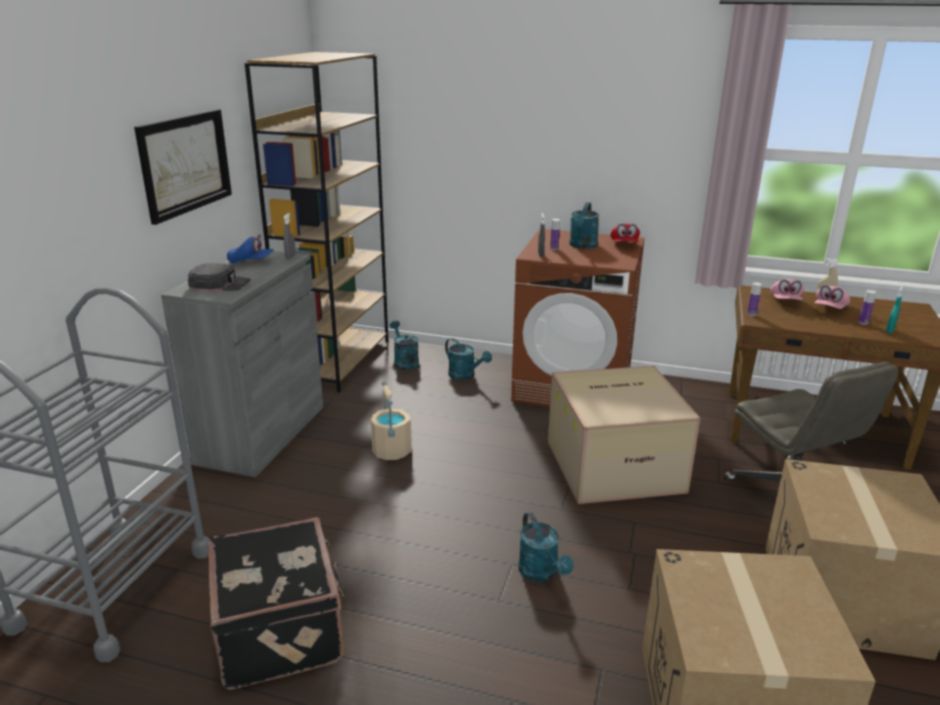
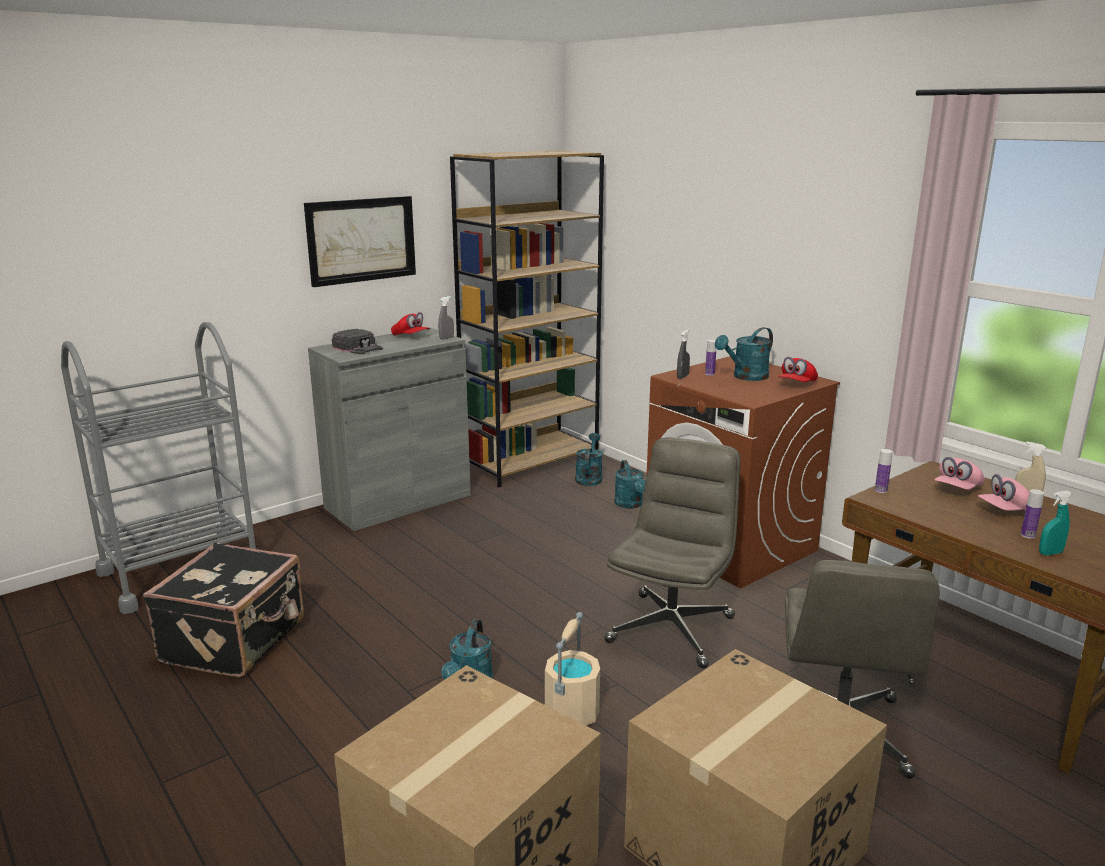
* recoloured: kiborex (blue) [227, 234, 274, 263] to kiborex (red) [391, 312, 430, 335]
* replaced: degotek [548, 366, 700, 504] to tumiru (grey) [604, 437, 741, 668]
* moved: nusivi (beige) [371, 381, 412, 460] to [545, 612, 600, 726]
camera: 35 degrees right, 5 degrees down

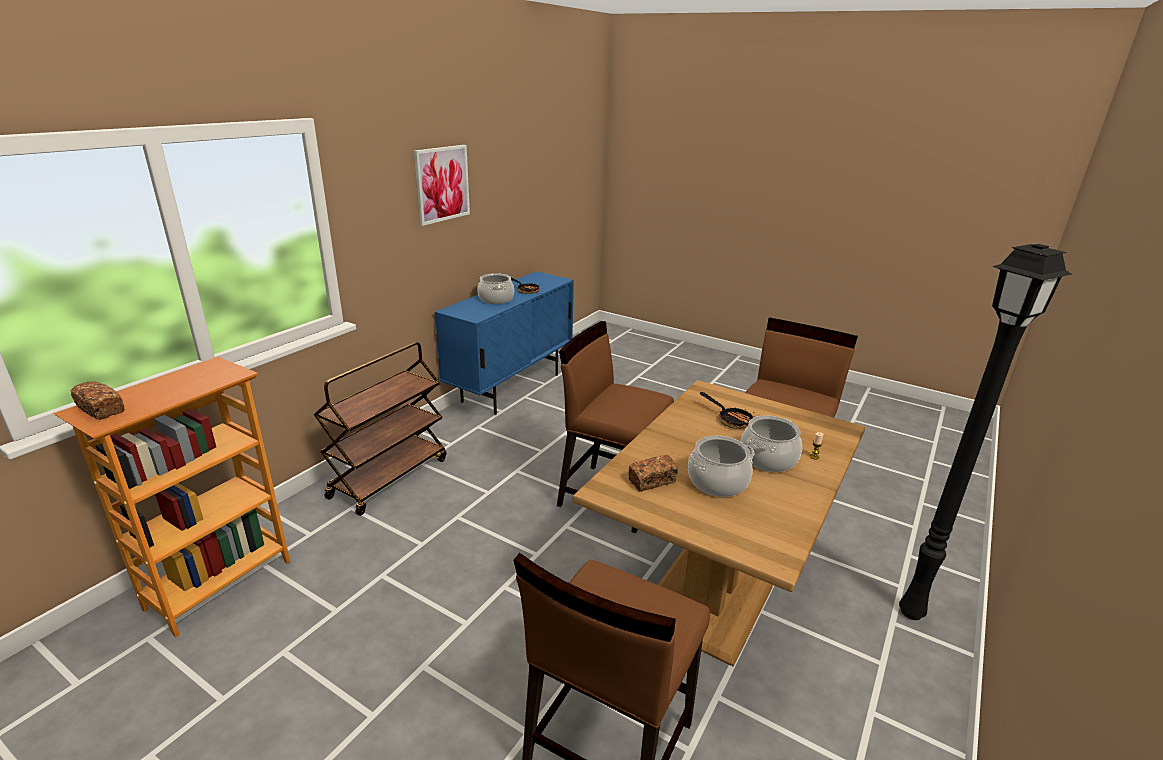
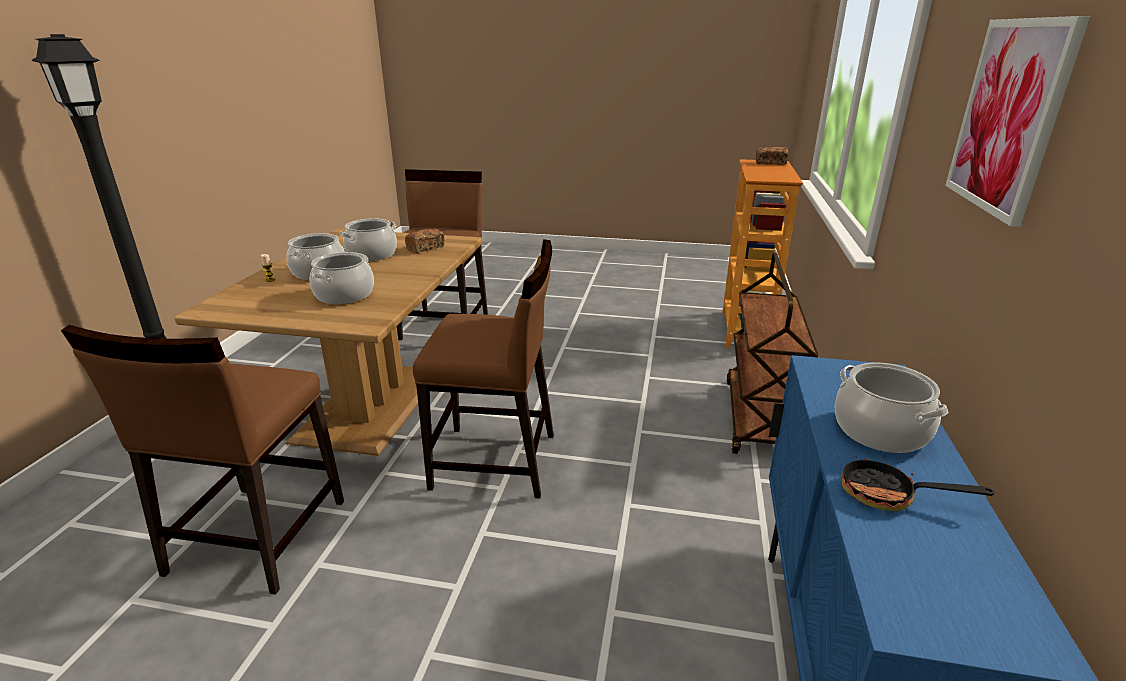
* replaced: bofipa [700, 392, 755, 429] to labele [310, 252, 374, 304]
camera: 160 degrees right, 0 degrees up

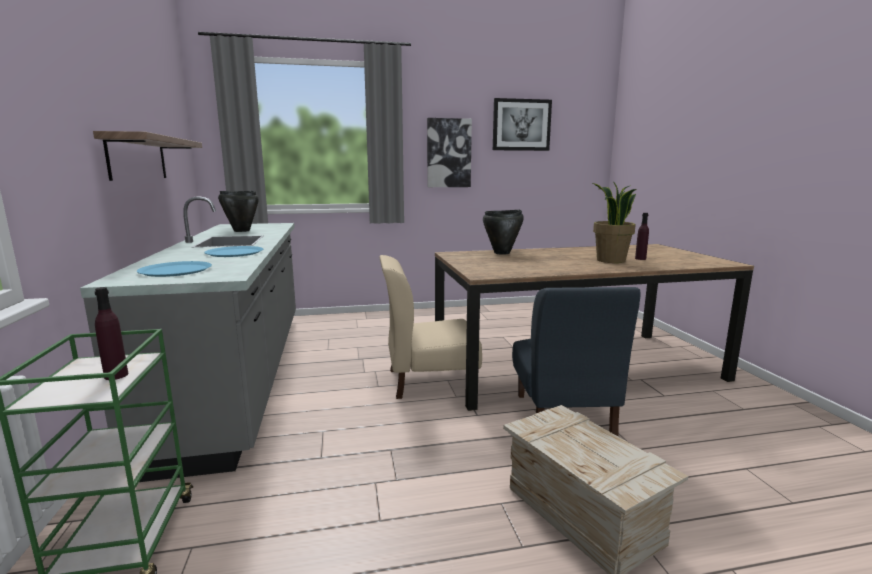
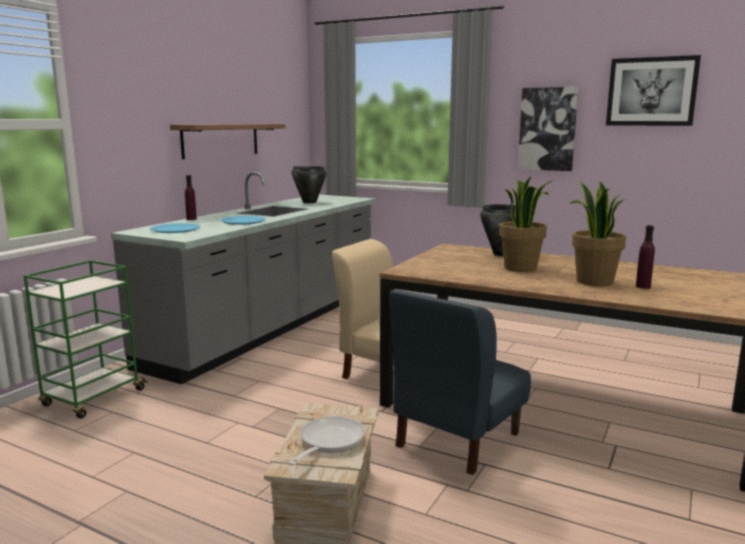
* moved: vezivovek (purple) [95, 287, 128, 380] to [185, 175, 197, 220]
* added: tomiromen [499, 177, 553, 272]
* added: bofipa [289, 416, 365, 466]
camera: 40 degrees right, 0 degrees up

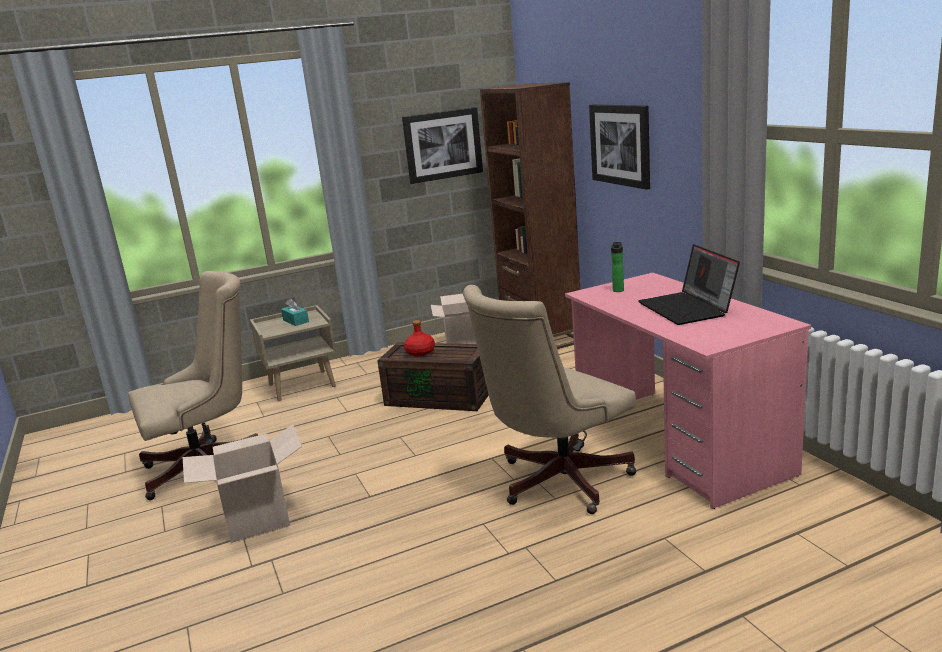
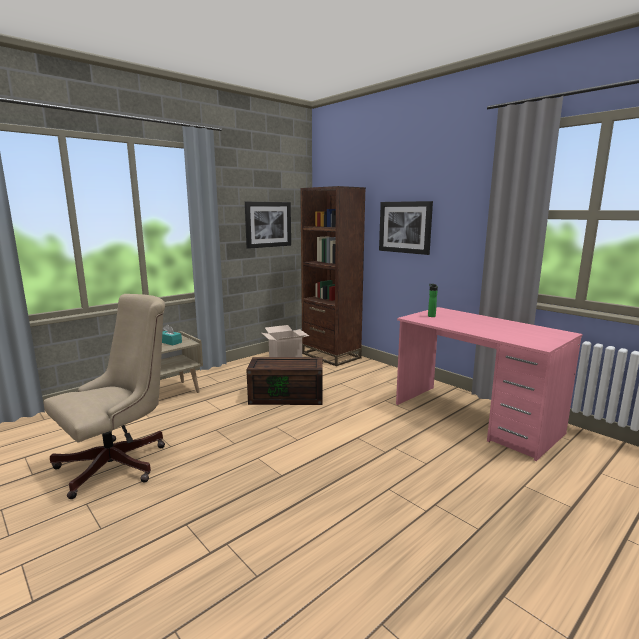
* removed: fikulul [638, 244, 740, 325]
* removed: tumiru (beige) [463, 285, 637, 514]
* removed: vezivovek (red) [404, 320, 435, 356]
* removed: degotek [183, 424, 302, 543]
camera: 20 degrees left, 5 degrees down

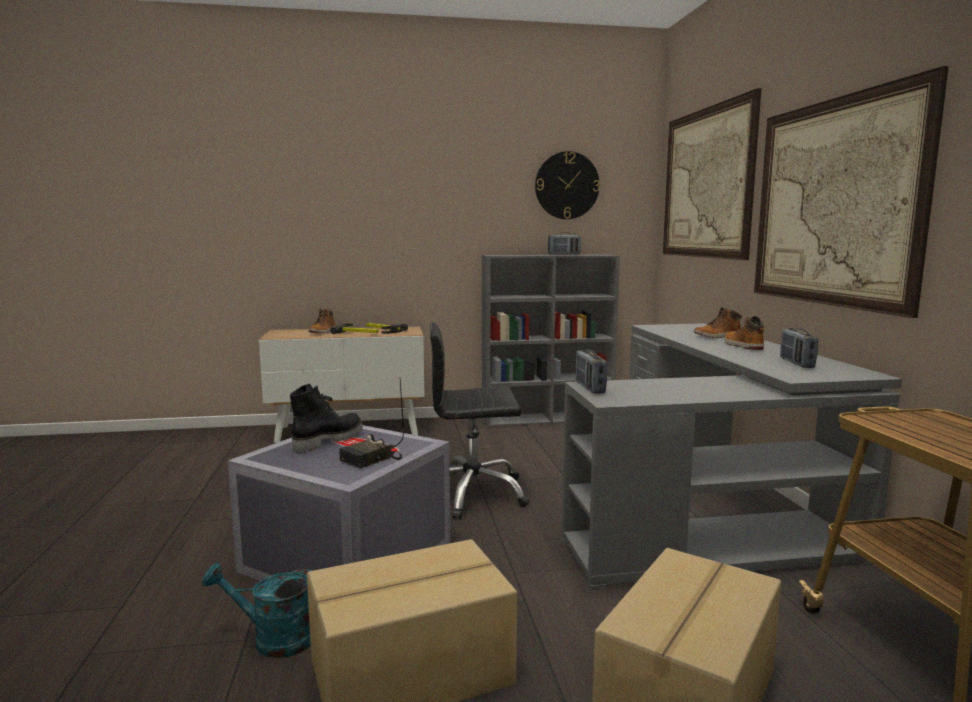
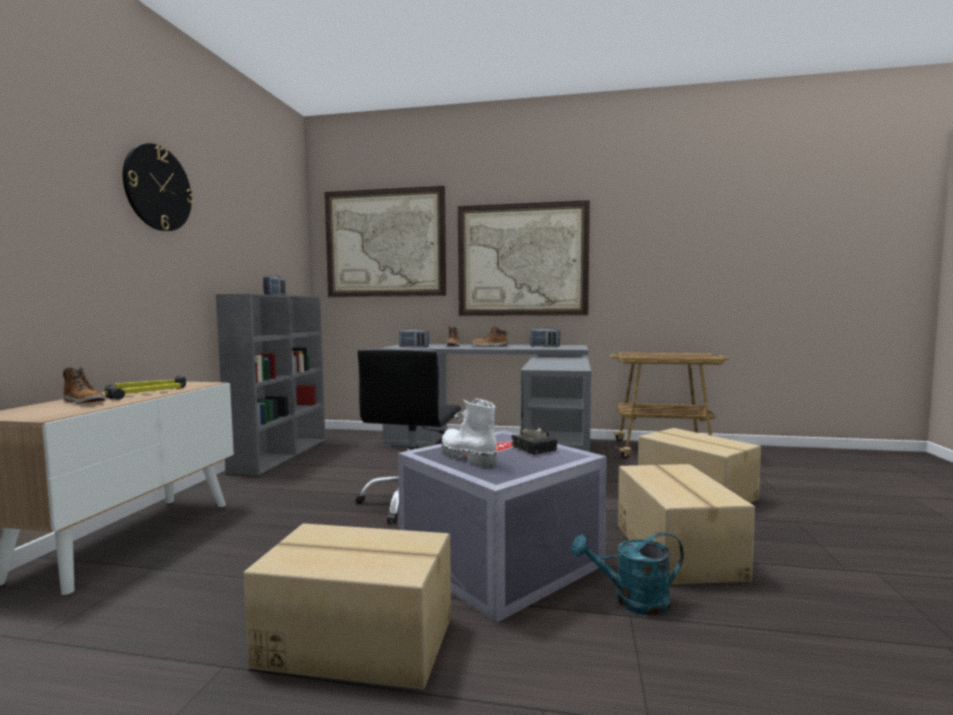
* moved: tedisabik [535, 151, 600, 219] to [123, 143, 194, 231]
* moved: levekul [576, 349, 607, 394] to [399, 328, 429, 348]
* recoloured: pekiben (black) [290, 383, 363, 453] to pekiben (white) [442, 398, 497, 468]
* turned: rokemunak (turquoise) [202, 563, 313, 658] = [571, 532, 684, 615] 60 degrees clockwise
* added: degotek [243, 523, 451, 690]
camera: 70 degrees left, 5 degrees down

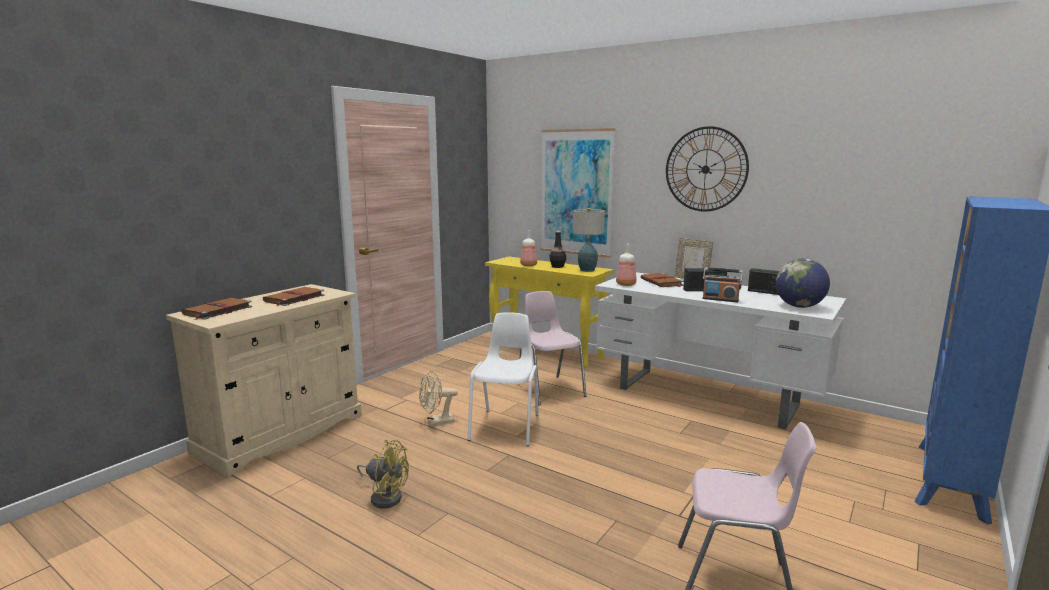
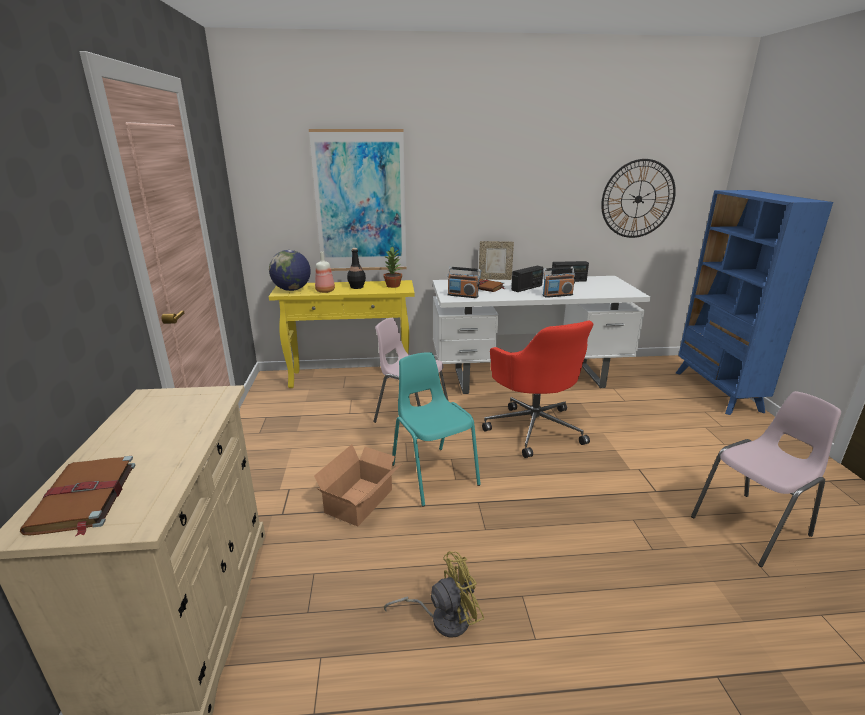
* moved: tedisabik [666, 126, 749, 212] to [601, 159, 676, 238]
* replaced: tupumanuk [573, 208, 605, 272] to tomiromen [383, 246, 402, 288]
* replaced: vezivovek [616, 244, 637, 286] to levekul [447, 267, 481, 298]
* moved: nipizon [776, 259, 830, 308] to [269, 250, 311, 291]
* removed: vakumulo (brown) [263, 287, 324, 306]
* recoloured: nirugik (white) [467, 312, 539, 446] to nirugik (turquoise) [392, 352, 481, 506]
* replaced: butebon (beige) [419, 371, 458, 426] to degotek [314, 444, 401, 526]
* added: tumiru (red) [482, 320, 593, 458]
camera: 40 degrees left, 10 degrees up

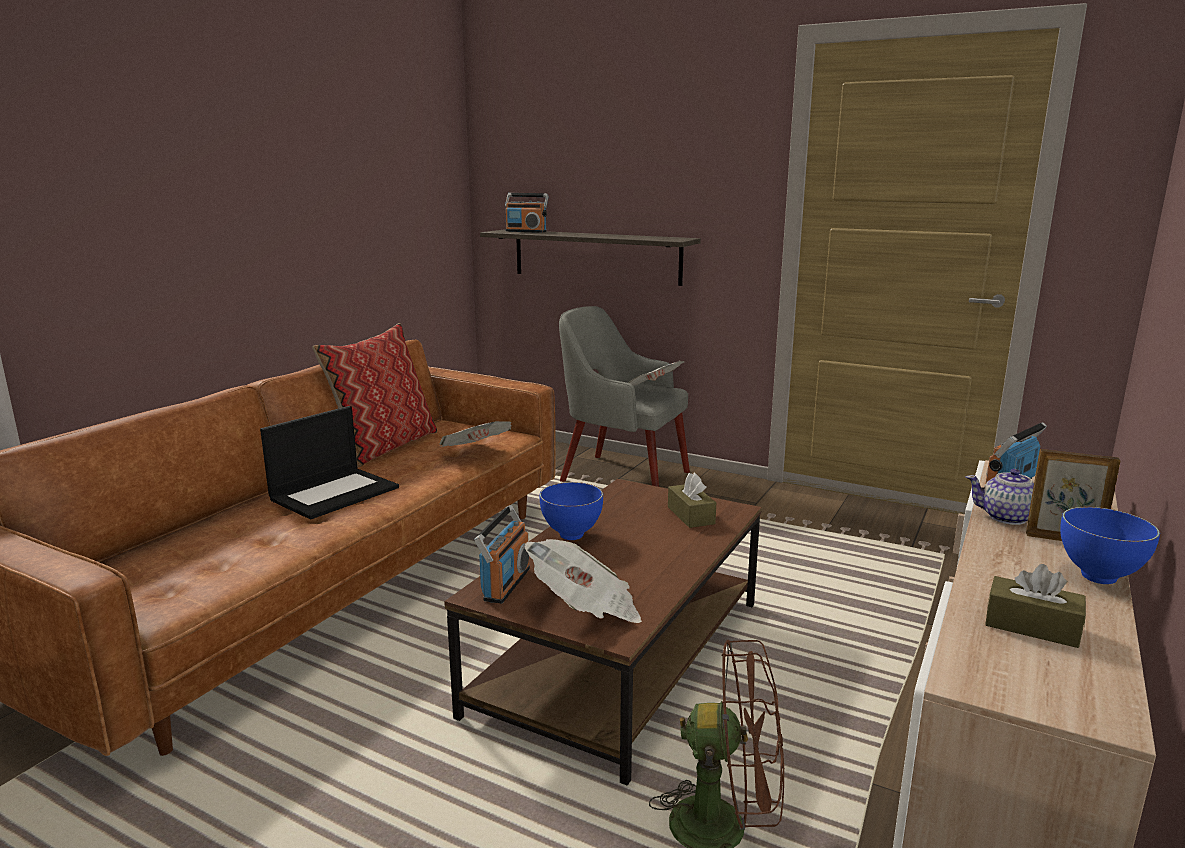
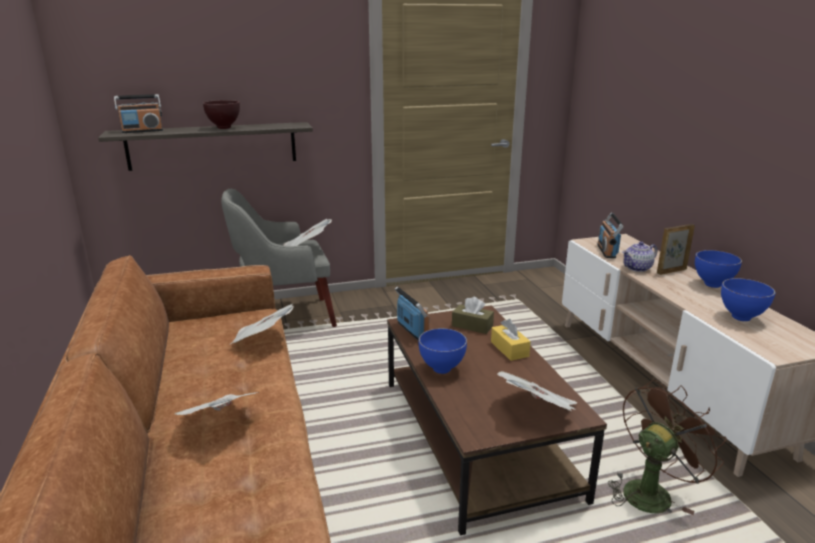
* removed: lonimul [312, 323, 437, 468]
* replaced: fikulul [260, 406, 399, 519] to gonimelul [175, 392, 259, 415]
* moved: levekul [474, 505, 530, 604] to [395, 286, 429, 341]
* replaced: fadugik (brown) [985, 564, 1086, 648] to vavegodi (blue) [721, 278, 776, 321]
* added: vavegodi (brown) [203, 100, 240, 129]
* added: fadugik (yellow) [491, 319, 531, 361]
camera: 45 degrees left, 5 degrees up

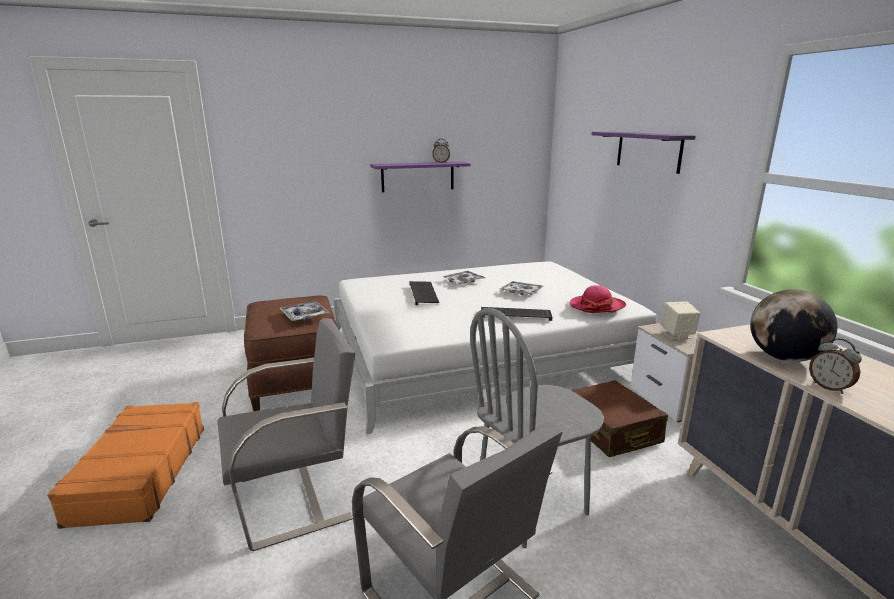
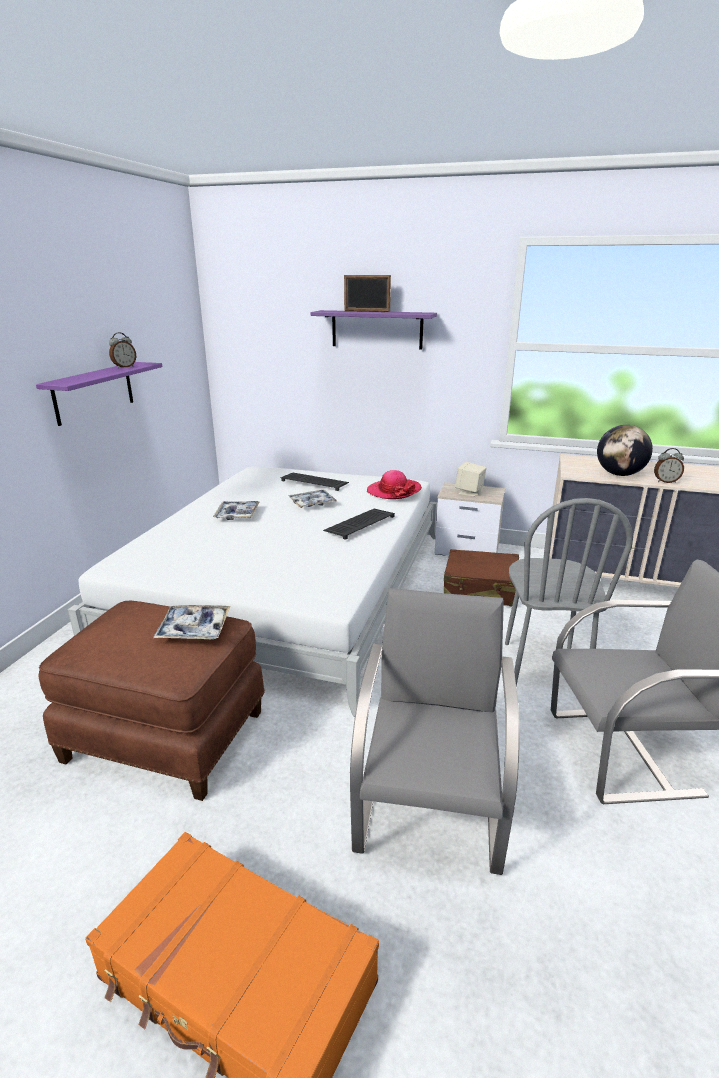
* moved: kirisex [409, 281, 439, 305] to [281, 473, 349, 491]
* added: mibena [344, 275, 391, 312]
camera: 55 degrees left, 5 degrees up

